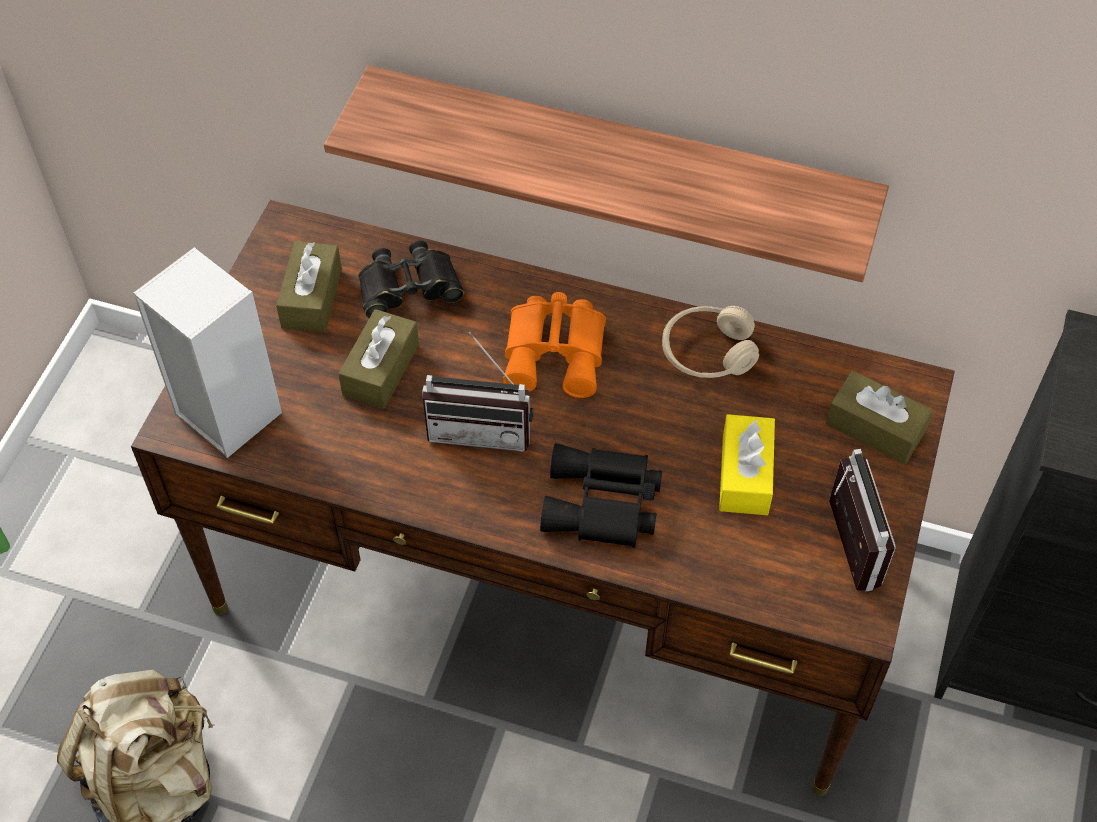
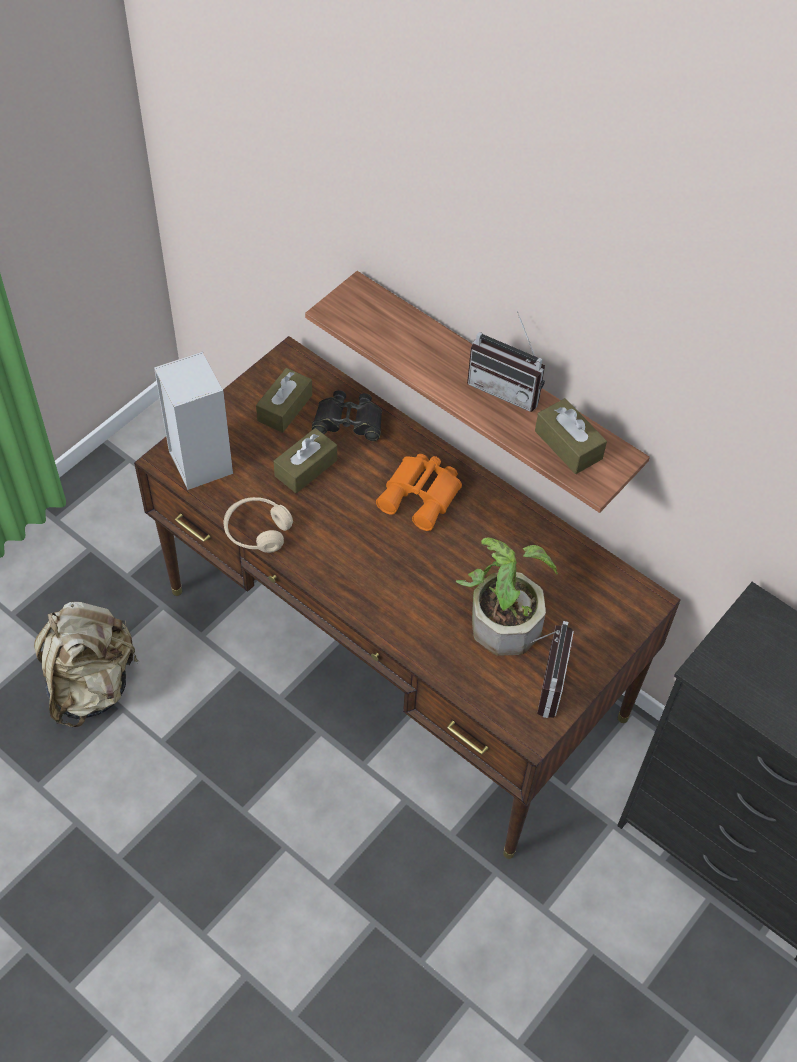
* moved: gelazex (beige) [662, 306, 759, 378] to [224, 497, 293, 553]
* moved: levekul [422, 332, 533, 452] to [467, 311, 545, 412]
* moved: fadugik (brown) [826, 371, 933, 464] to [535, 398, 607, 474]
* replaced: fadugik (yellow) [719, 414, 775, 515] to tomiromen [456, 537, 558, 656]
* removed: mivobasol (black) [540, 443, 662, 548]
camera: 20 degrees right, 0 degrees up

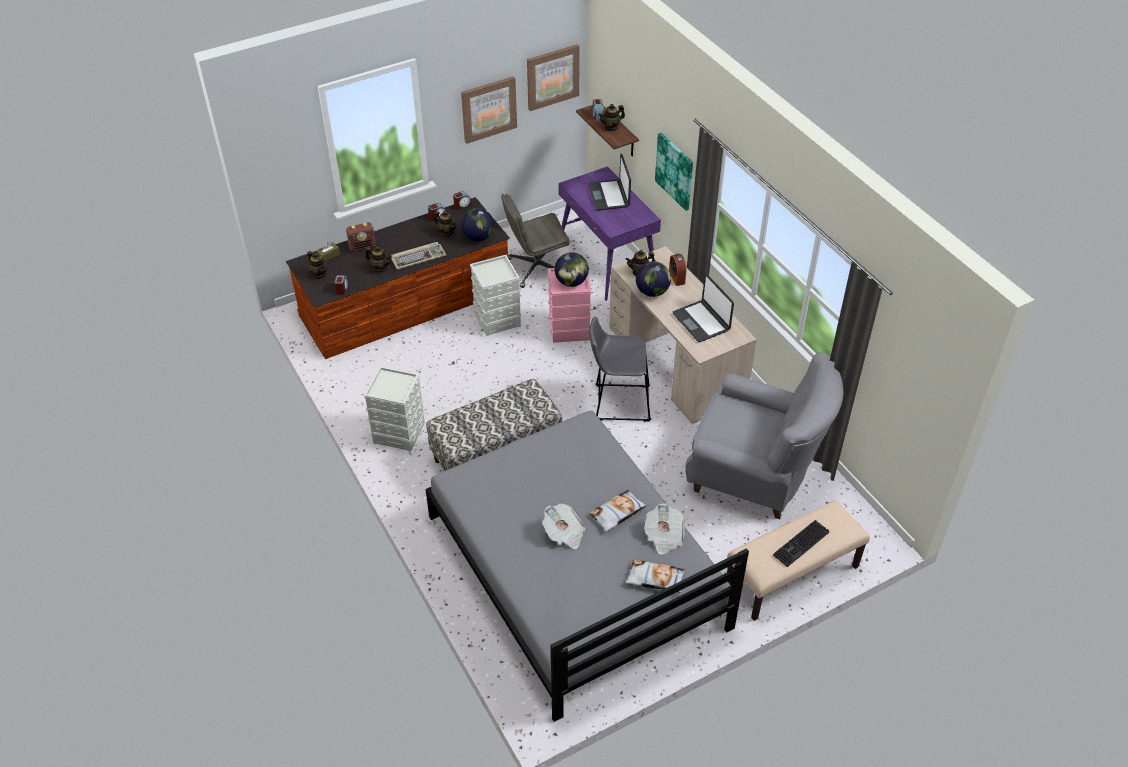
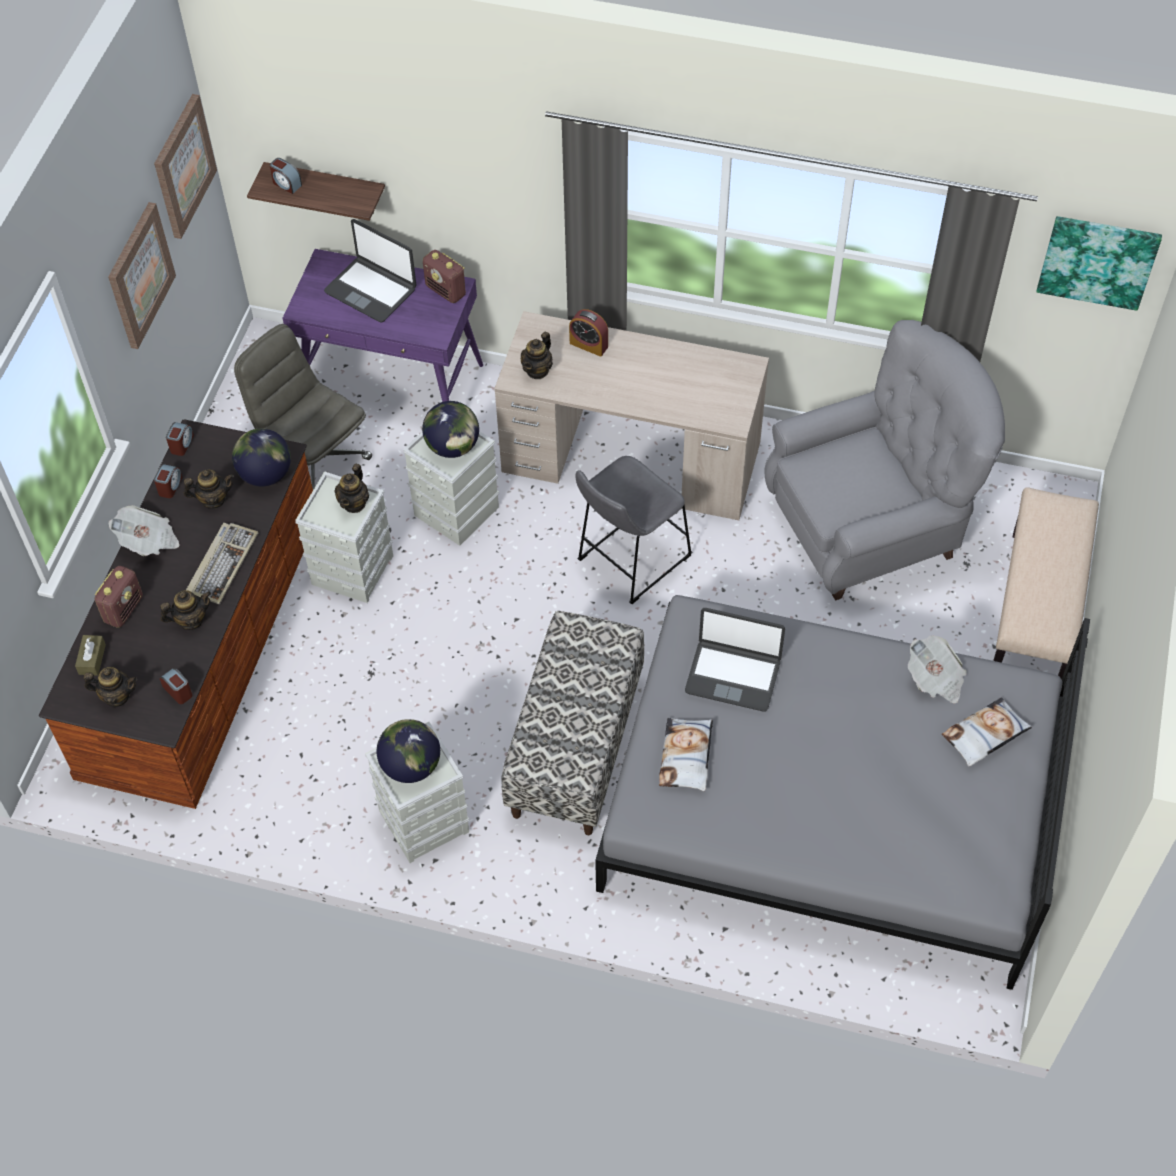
* moved: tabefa [598, 104, 625, 131] to [335, 464, 369, 513]
* moved: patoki [655, 133, 693, 211] to [1036, 216, 1162, 311]
* turned: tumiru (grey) [501, 193, 570, 288] = [234, 324, 372, 490] 105 degrees clockwise
* moved: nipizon [636, 261, 671, 297] to [377, 719, 440, 783]
* recoloured: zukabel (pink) [548, 268, 591, 343] to zukabel (grey) [403, 431, 499, 546]
* moved: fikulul [673, 274, 734, 342] to [685, 608, 785, 712]
* moved: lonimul [589, 490, 647, 532] to [659, 718, 713, 791]
* moved: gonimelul [542, 504, 585, 549] to [109, 505, 180, 556]
* removed: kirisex [773, 520, 829, 567]
* added: levekul [423, 250, 466, 303]
camera: 45 degrees left, 10 degrees up

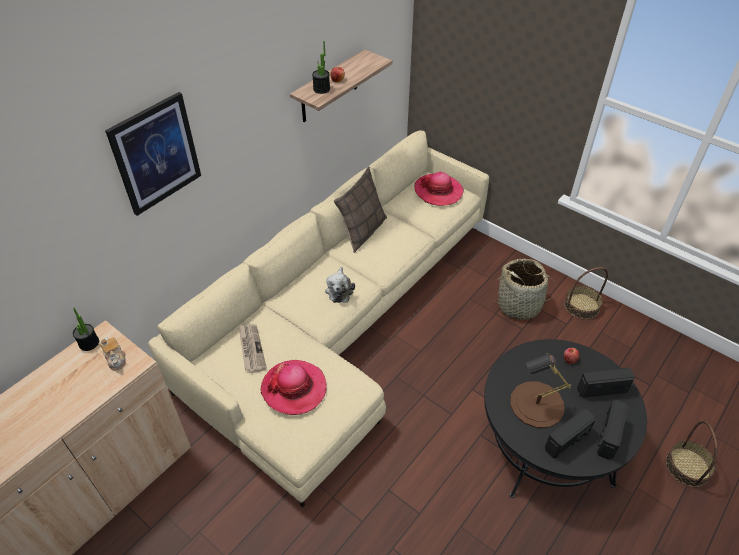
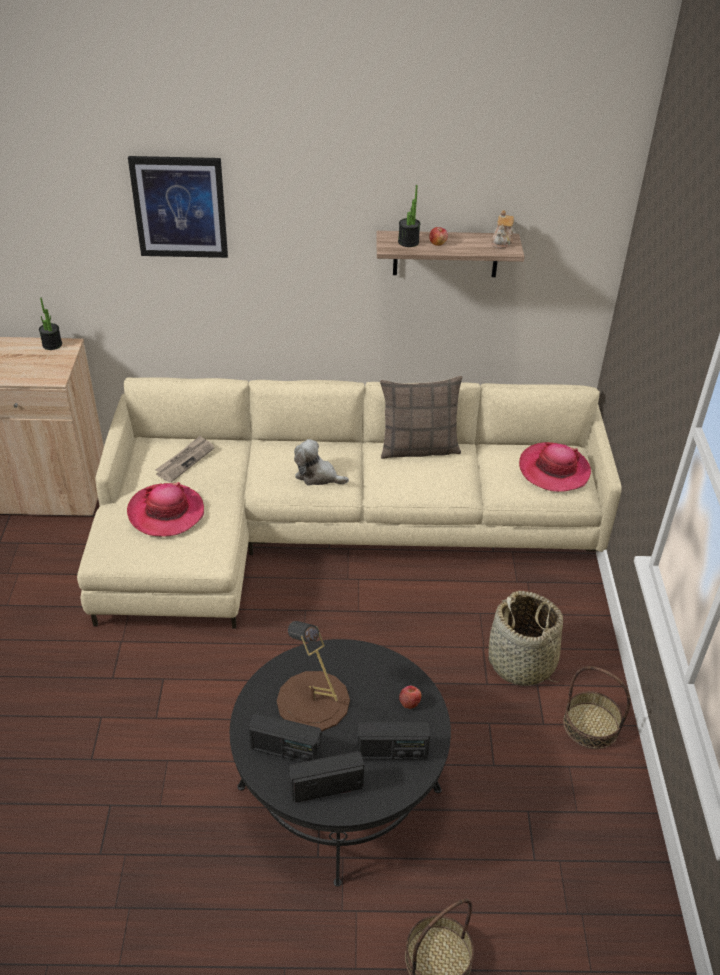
* turned: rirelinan [325, 267, 355, 303] = [294, 439, 349, 486] 60 degrees clockwise
* moved: tabefa [100, 337, 126, 371] to [491, 210, 514, 248]
* turned: levekul [577, 368, 635, 398] = [357, 722, 430, 759] 135 degrees clockwise
camera: 50 degrees right, 5 degrees down

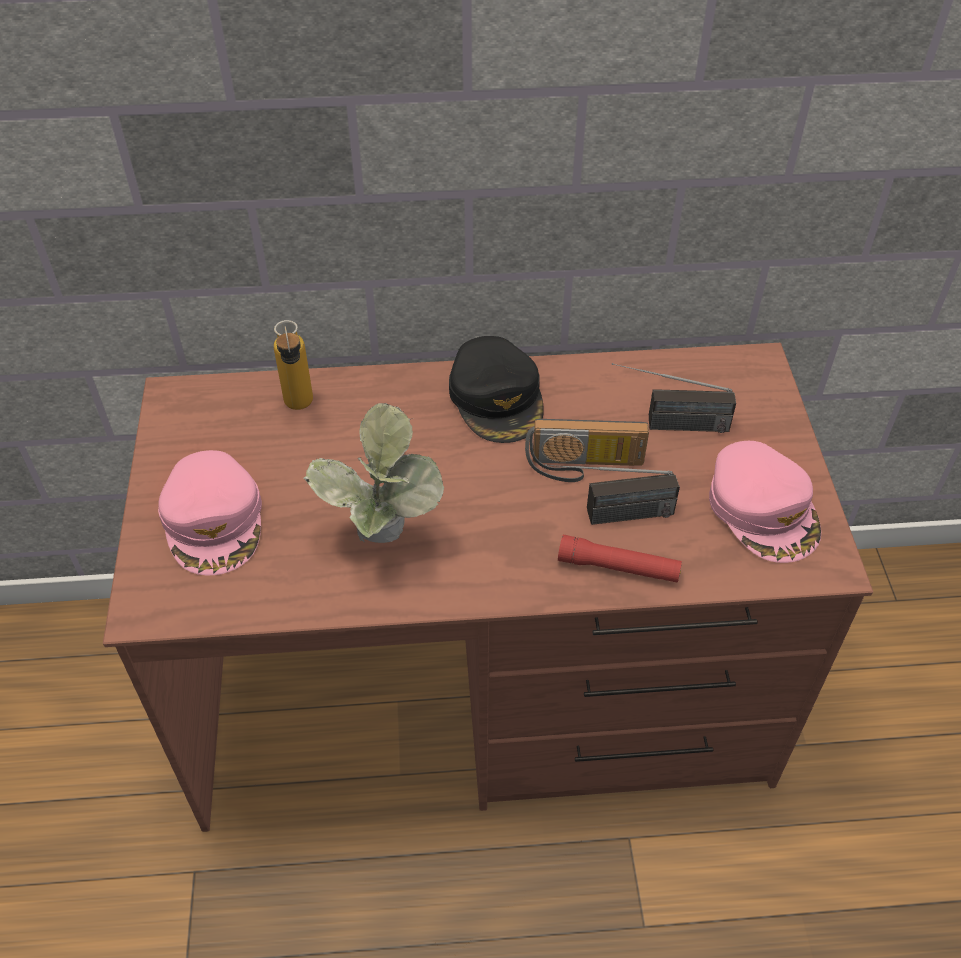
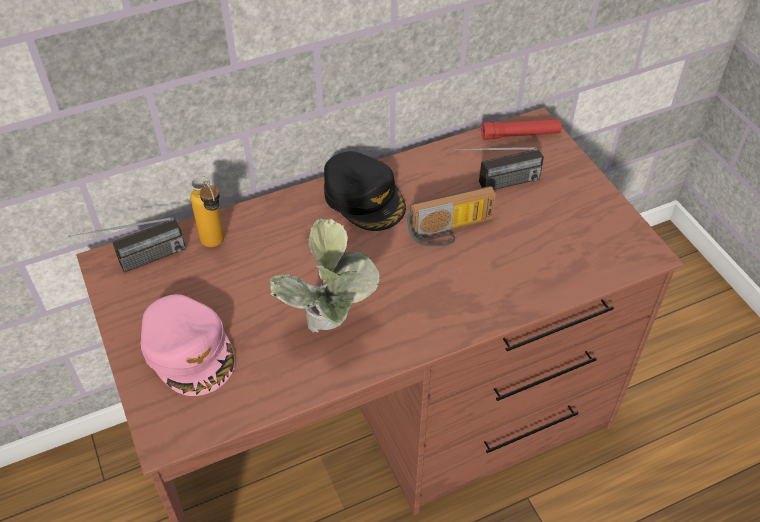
* removed: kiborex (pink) [709, 441, 821, 563]
* moved: levekul [545, 464, 680, 525] to [69, 217, 186, 272]
* moved: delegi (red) [558, 535, 682, 583] to [481, 119, 561, 140]
camera: 20 degrees left, 0 degrees up

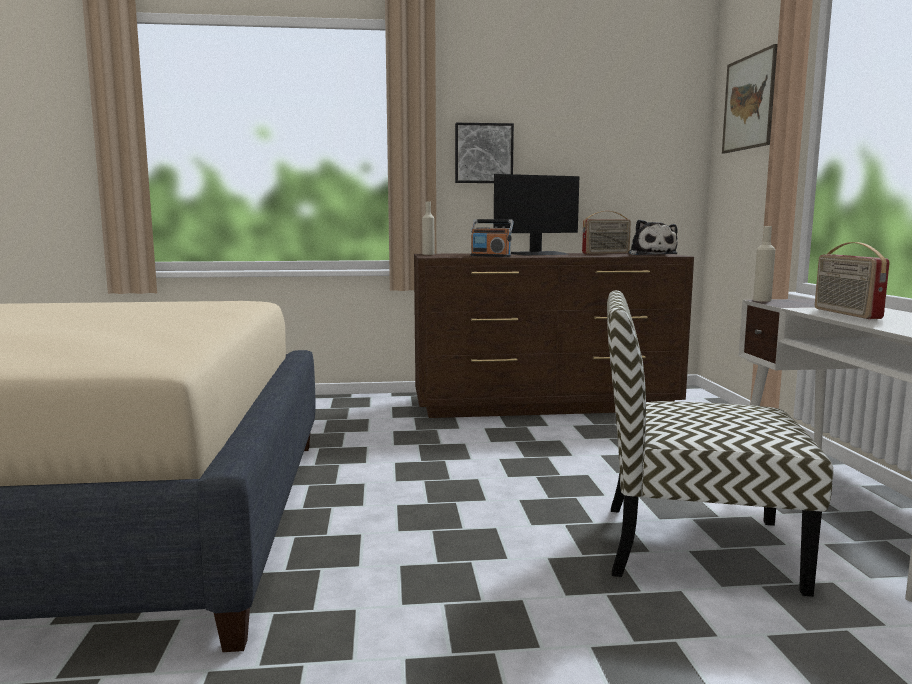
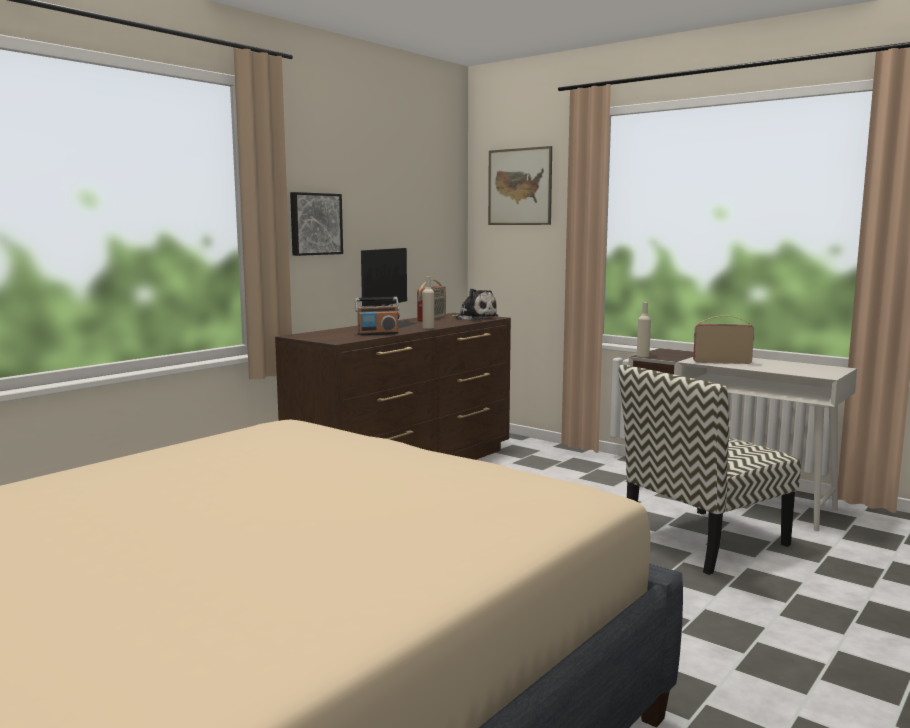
* moved: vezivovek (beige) [422, 201, 434, 255] to [422, 276, 434, 329]
* turned: levekul [815, 242, 890, 319] = [693, 316, 754, 364] 150 degrees clockwise
camera: 45 degrees left, 0 degrees up

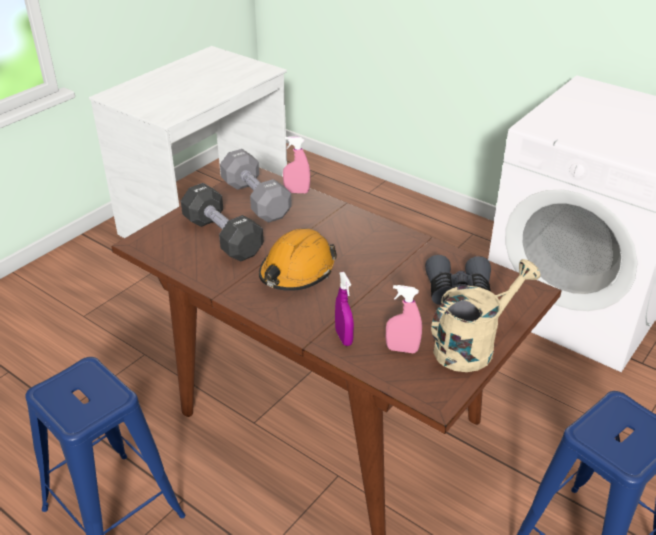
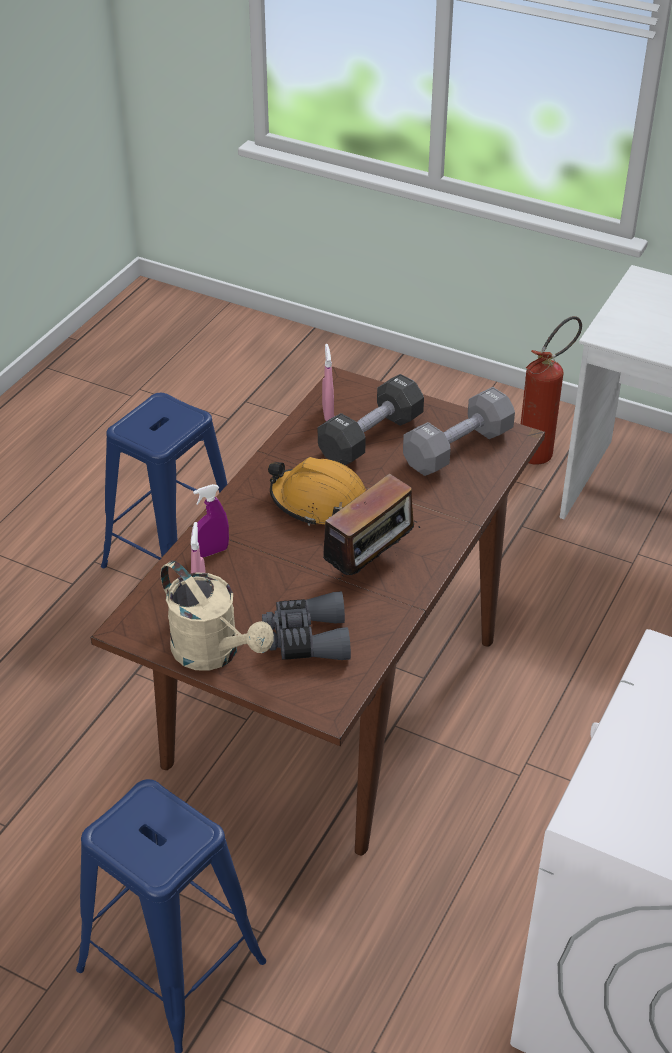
* moved: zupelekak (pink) [283, 136, 310, 193] to [322, 344, 334, 421]
* added: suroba [521, 316, 582, 464]
* added: levekul [314, 474, 420, 582]
camera: 80 degrees right, 5 degrees up

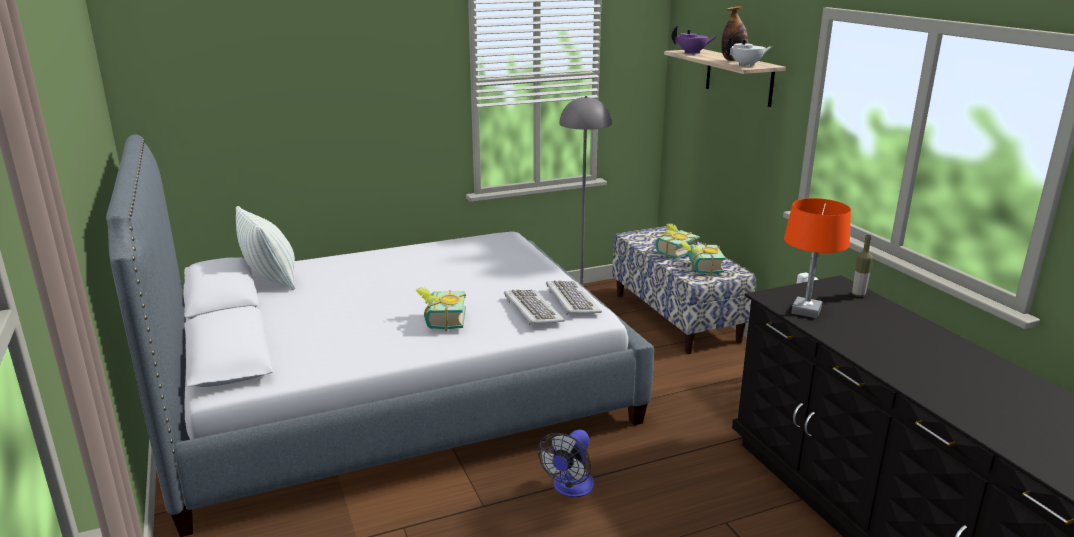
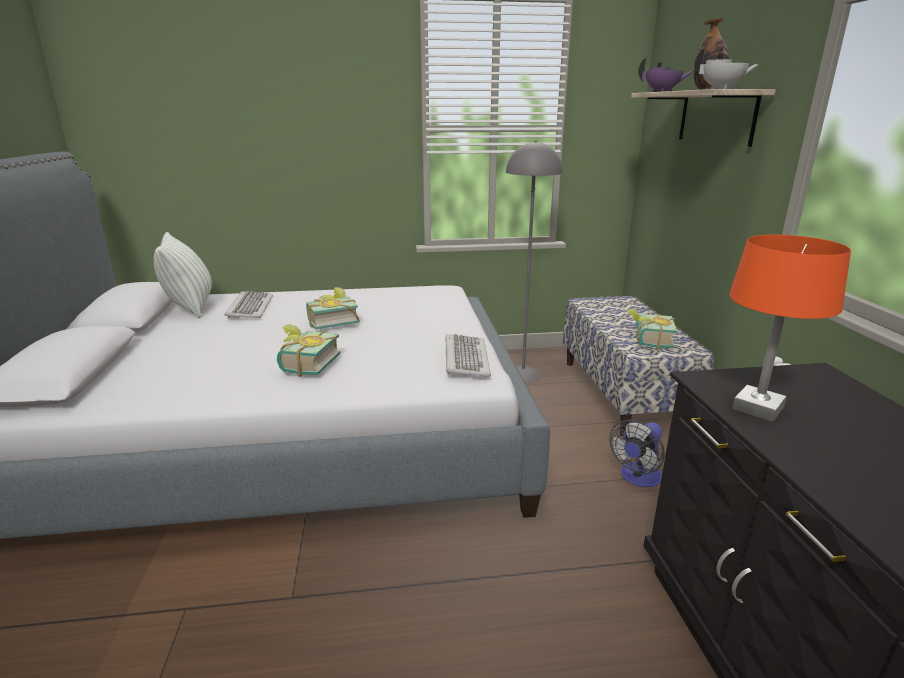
* moved: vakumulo [655, 223, 700, 258] to [306, 287, 360, 330]
* removed: vezivovek [852, 235, 873, 297]
* moved: kirisex [504, 290, 565, 325] to [225, 291, 273, 318]
* moved: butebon [538, 430, 594, 497] to [609, 420, 665, 487]
camera: 15 degrees right, 0 degrees up

